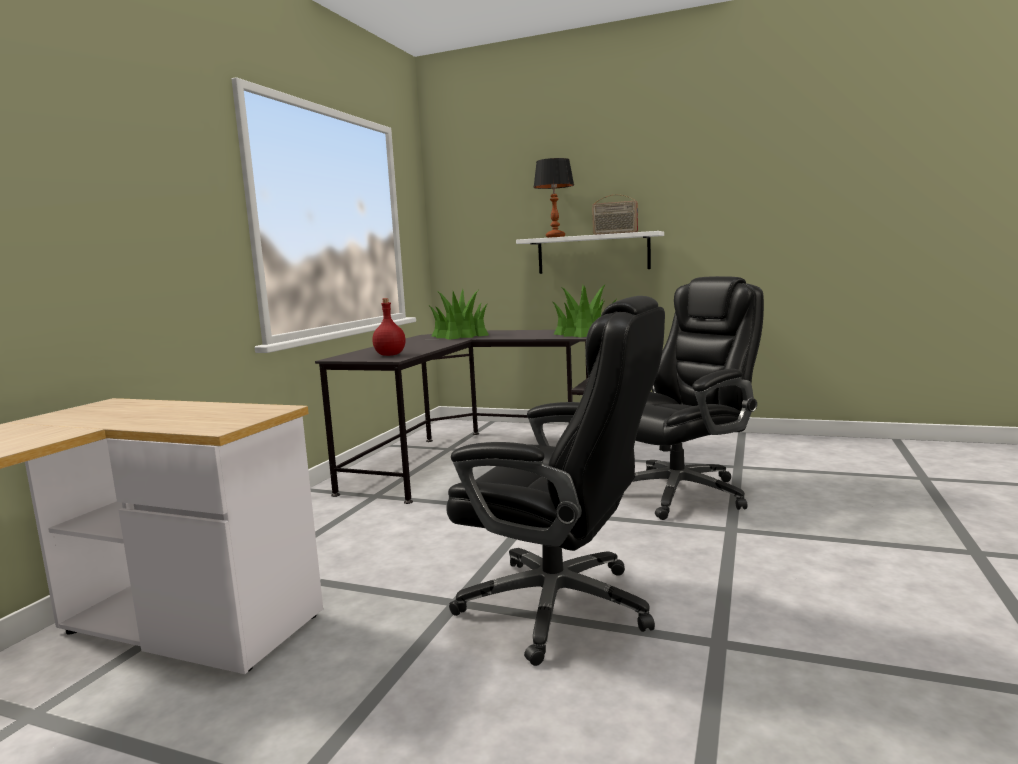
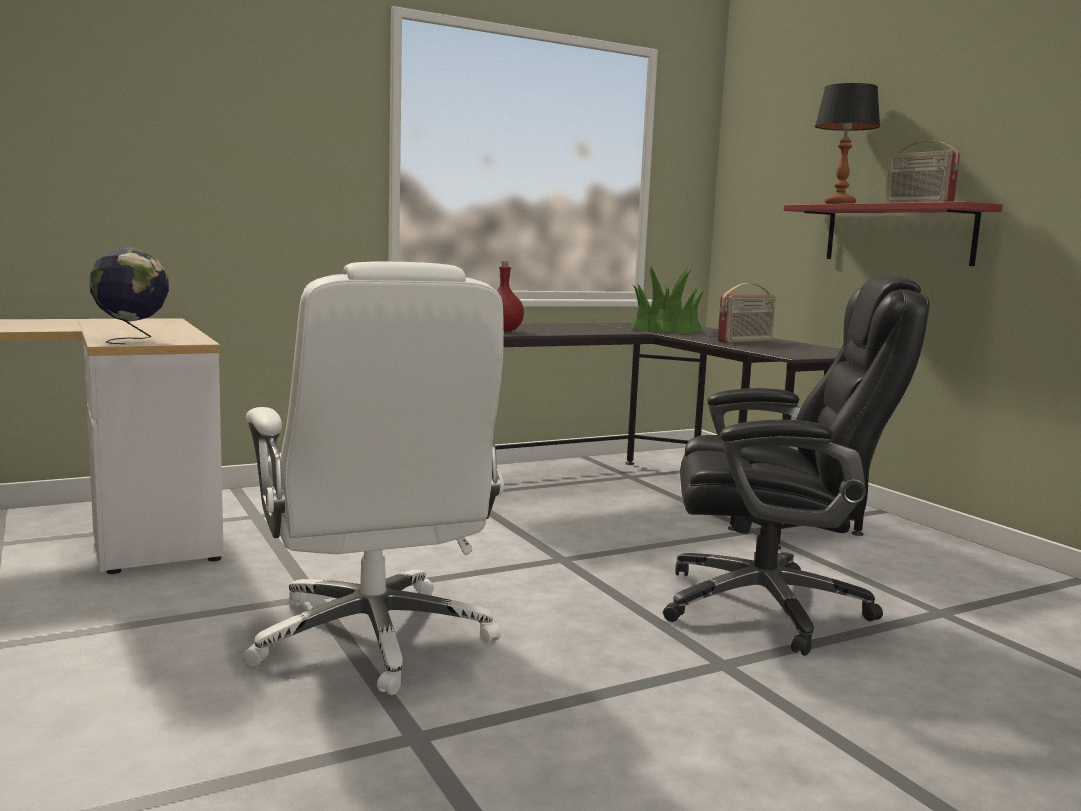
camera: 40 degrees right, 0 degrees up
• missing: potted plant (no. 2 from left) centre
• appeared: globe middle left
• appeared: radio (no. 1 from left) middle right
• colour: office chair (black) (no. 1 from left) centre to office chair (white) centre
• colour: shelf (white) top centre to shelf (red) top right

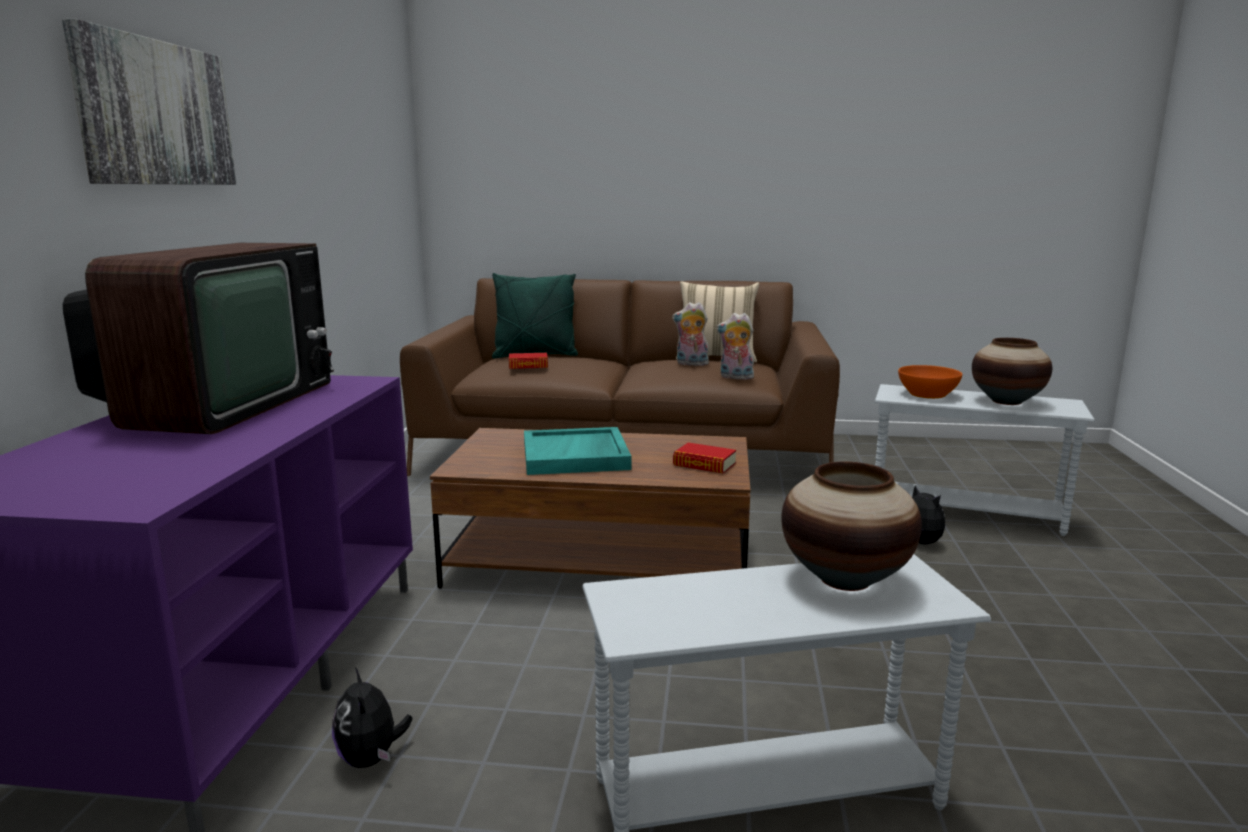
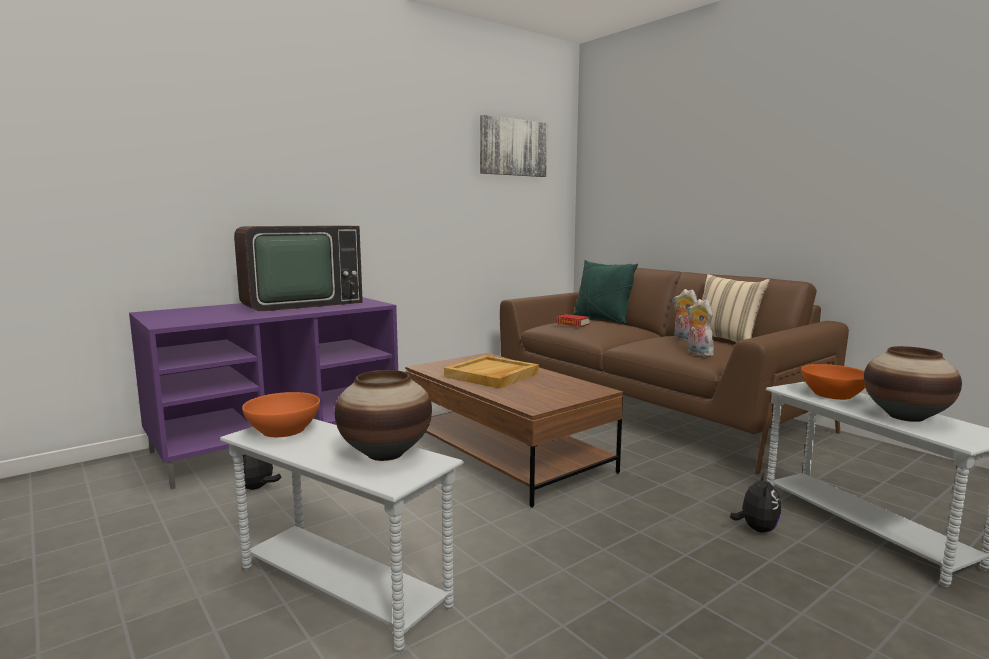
camera: 45 degrees right, 5 degrees down
• missing: book (no. 2 from left) centre
• appeared: bowl (orange) (no. 1 from left) middle left
• relocated: picture top left to top centre
• colour: tray (turquoise) centre to tray (beige) centre

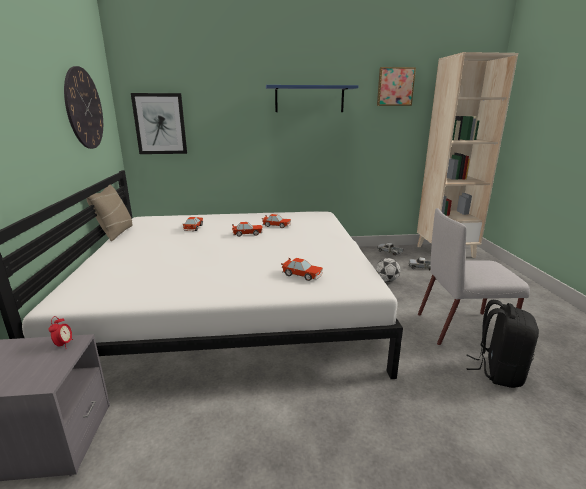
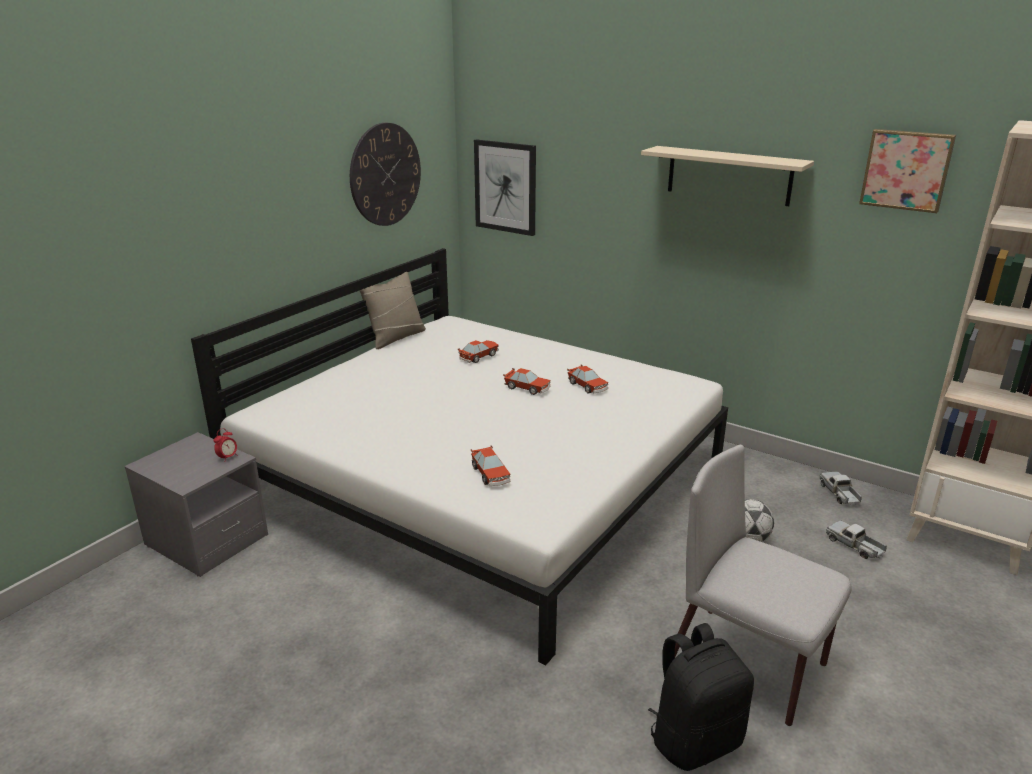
camera: 40 degrees right, 5 degrees up
• colour: shelf (blue) top centre to shelf (beige) top right

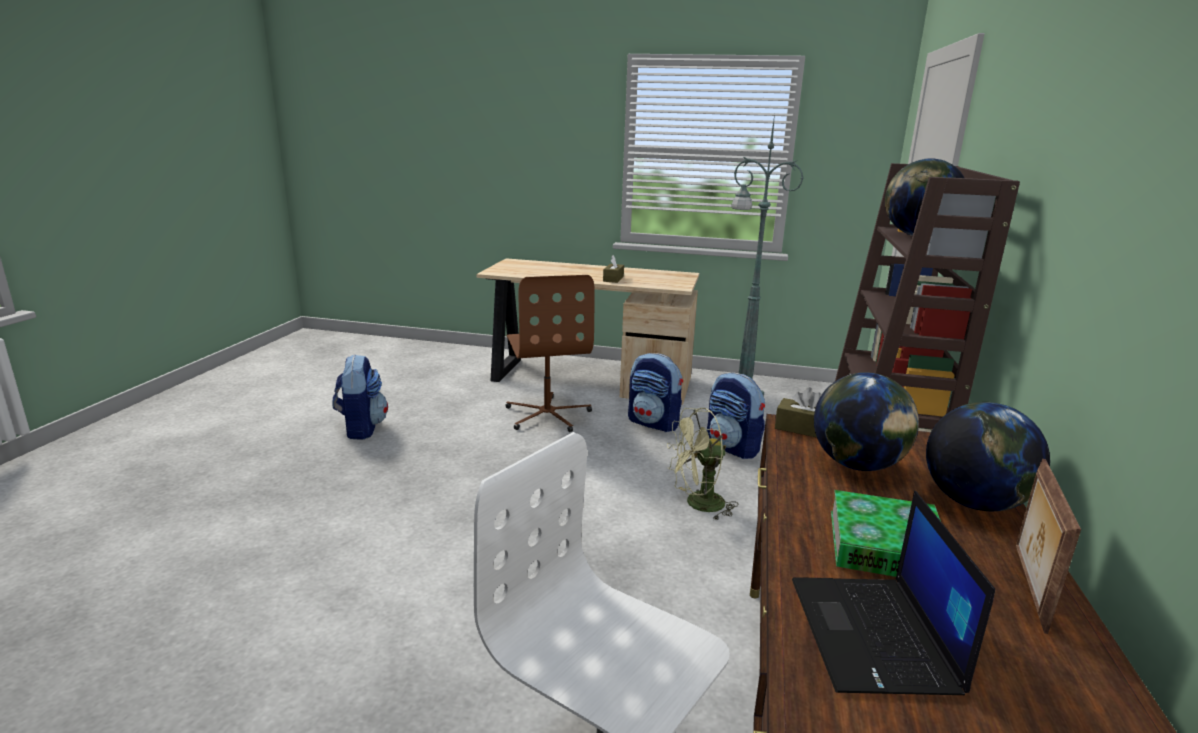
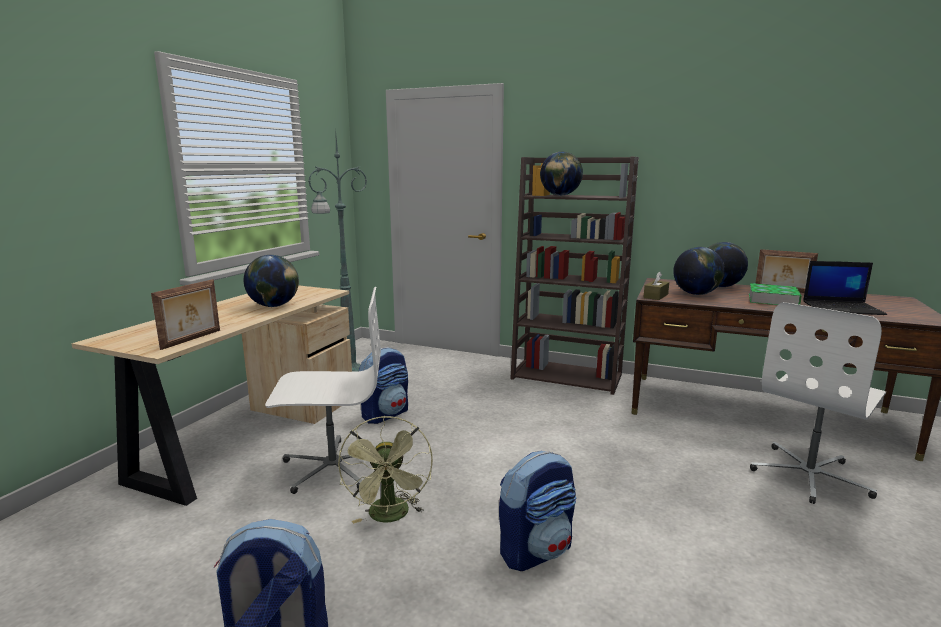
camera: 80 degrees left, 5 degrees down
• appeared: picture frame (no. 1 from left) middle left
• relocated: fan (green) centre to bottom centre
• relocated: backpack (no. 3 from left) centre to bottom centre
• exchanged: tissue box (brown) (no. 1 from left) centre to globe (no. 1 from left) middle left
• colour: office chair (brown) centre to office chair (white) (no. 1 from left) centre

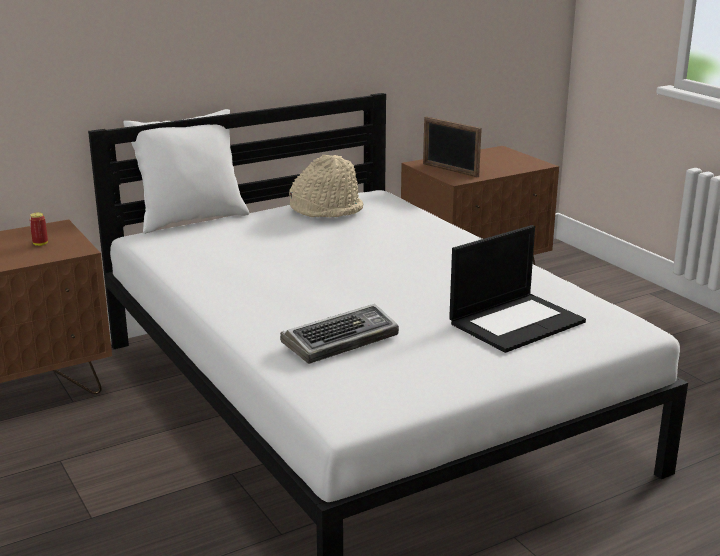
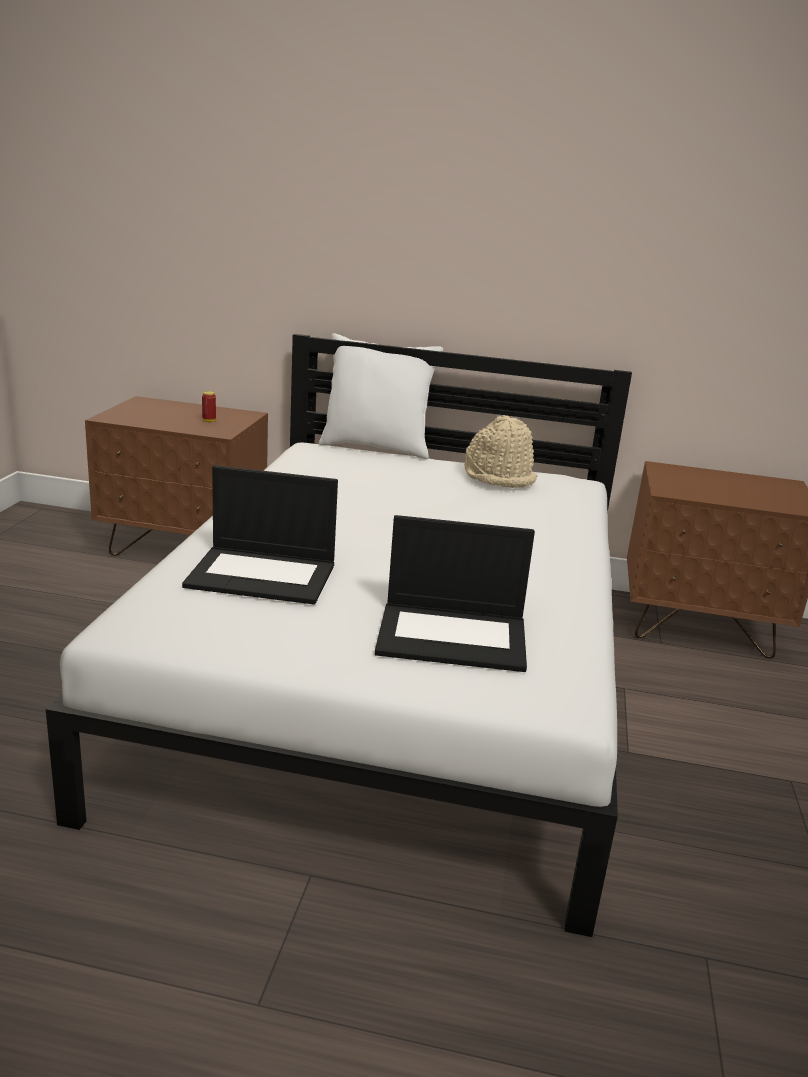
camera: 40 degrees right, 0 degrees up
• missing: picture frame top centre
• exchanged: keyboard centre to laptop (no. 1 from left) middle left

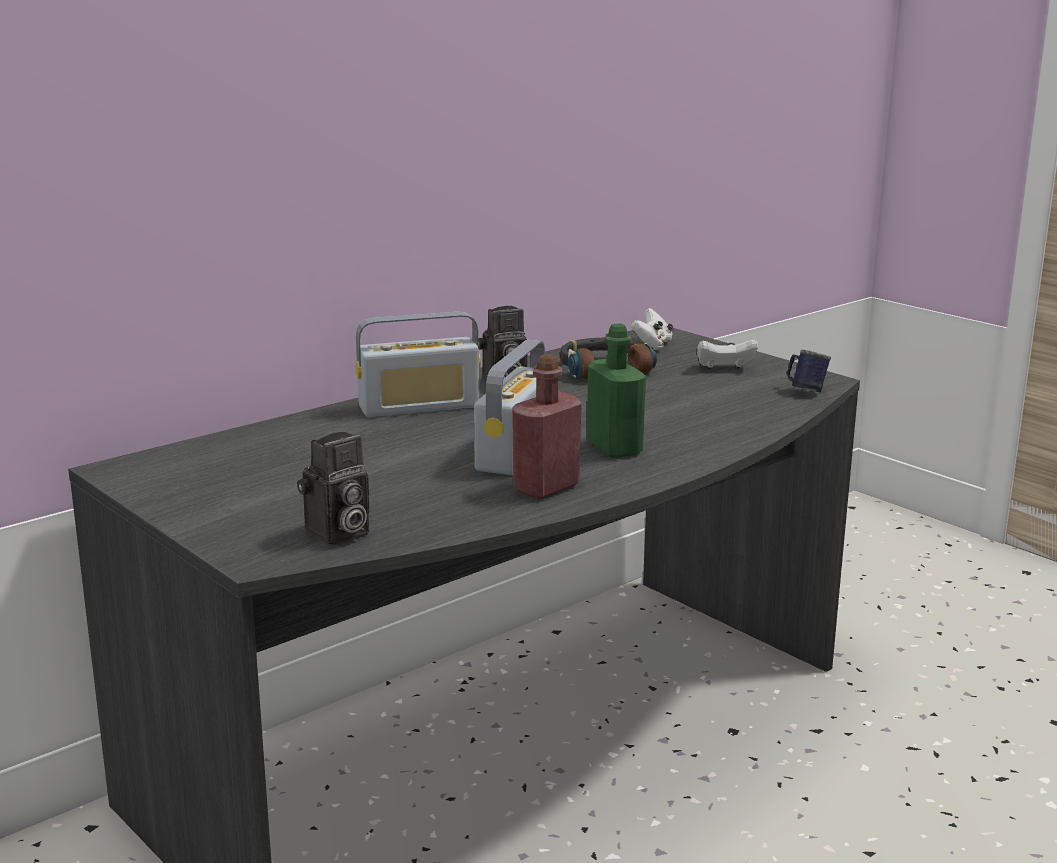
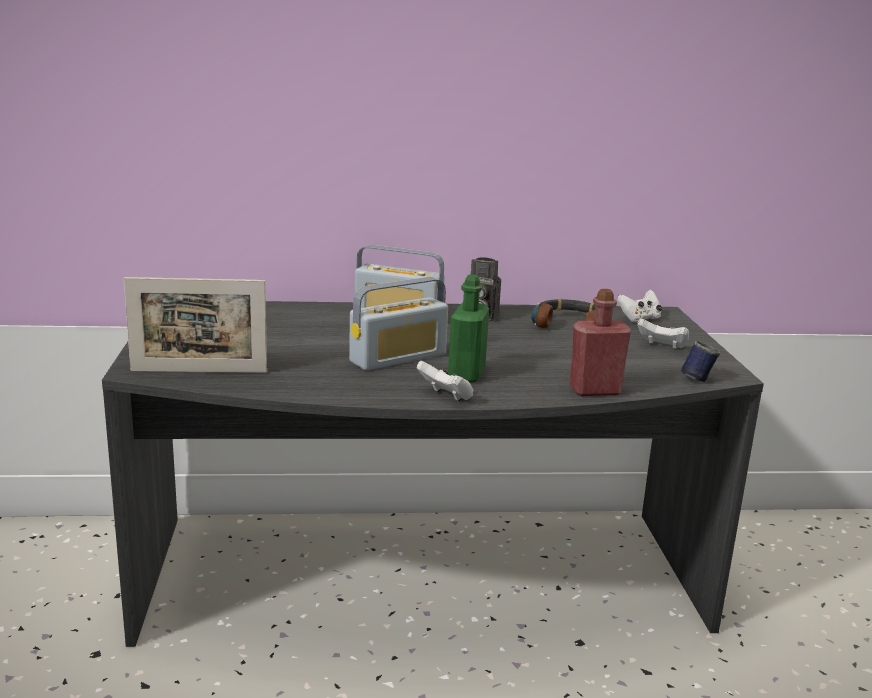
camera: 35 degrees right, 0 degrees up
• appeared: game controller (white) (no. 1 from left) centre
• relocated: bottle (red) centre to middle right
• exchanged: photo camera (no. 1 from left) middle left to picture frame middle left

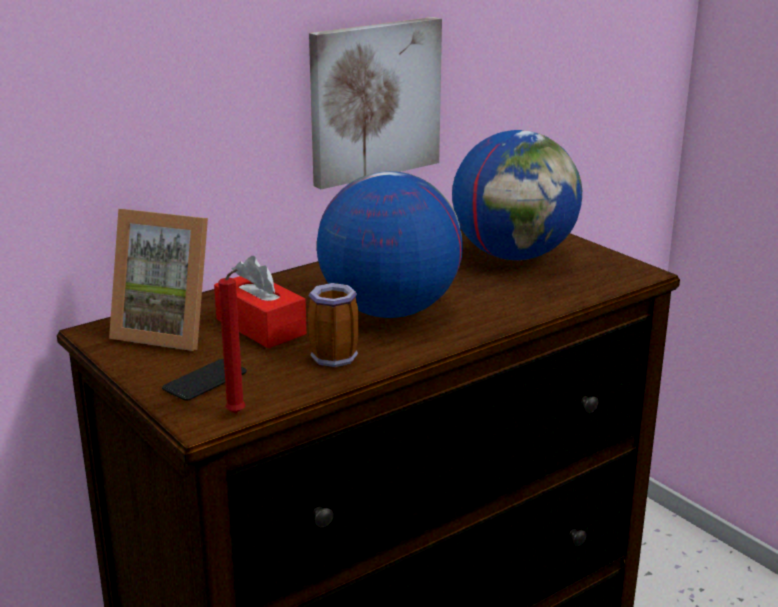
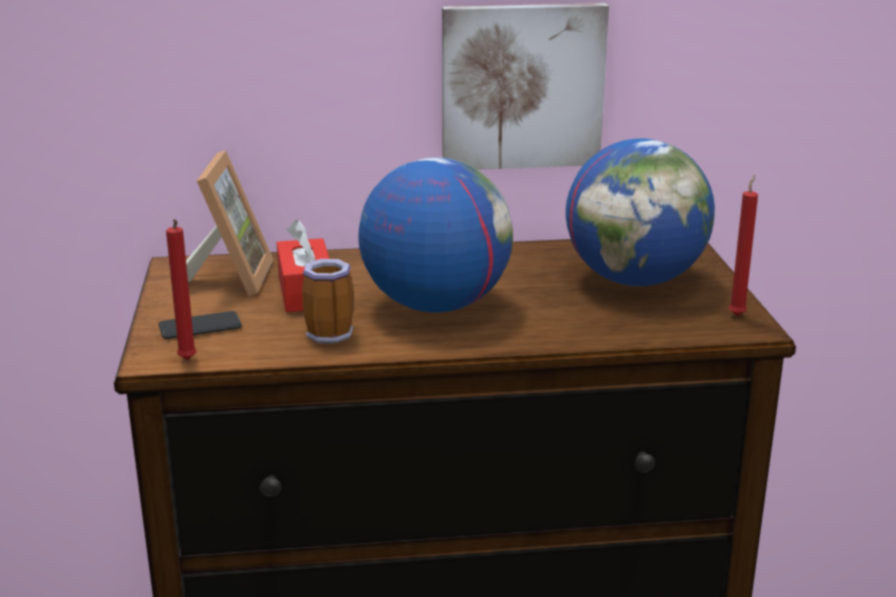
camera: 30 degrees right, 0 degrees up
• appeared: candle (red) (no. 2 from left) middle right
• spun: picture frame middle left = middle left 135 degrees counterclockwise

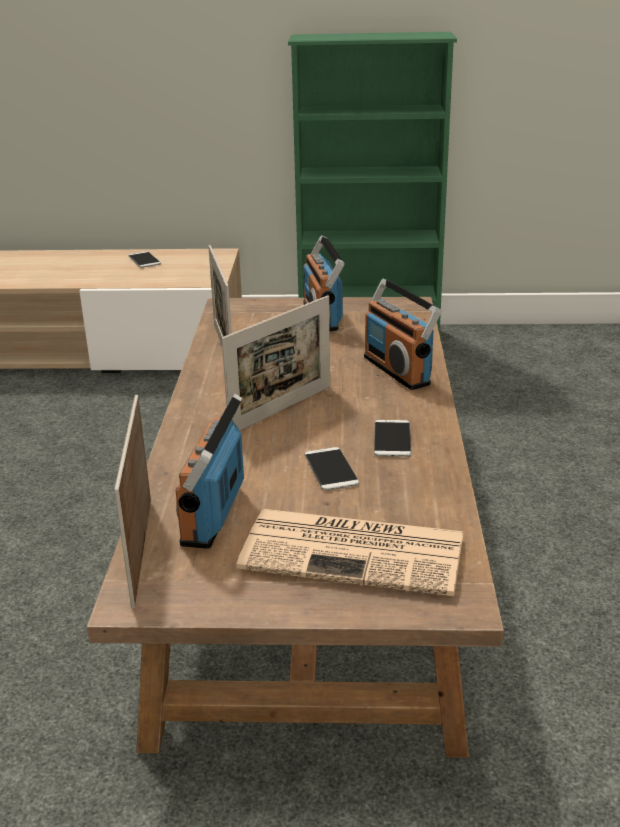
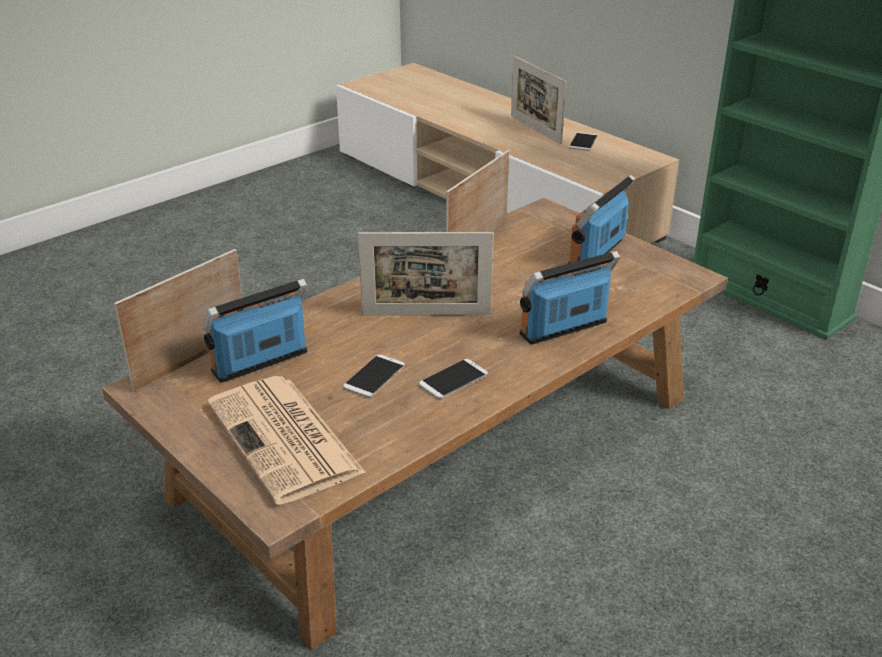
camera: 45 degrees right, 5 degrees up
• appeared: picture frame (no. 4 from left) top centre
• spun: radio (no. 3 from left in the first image) centre = centre 45 degrees clockwise

